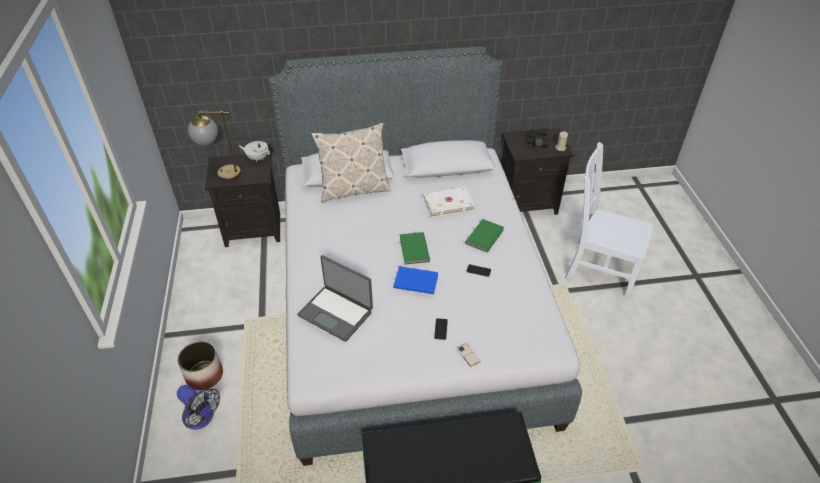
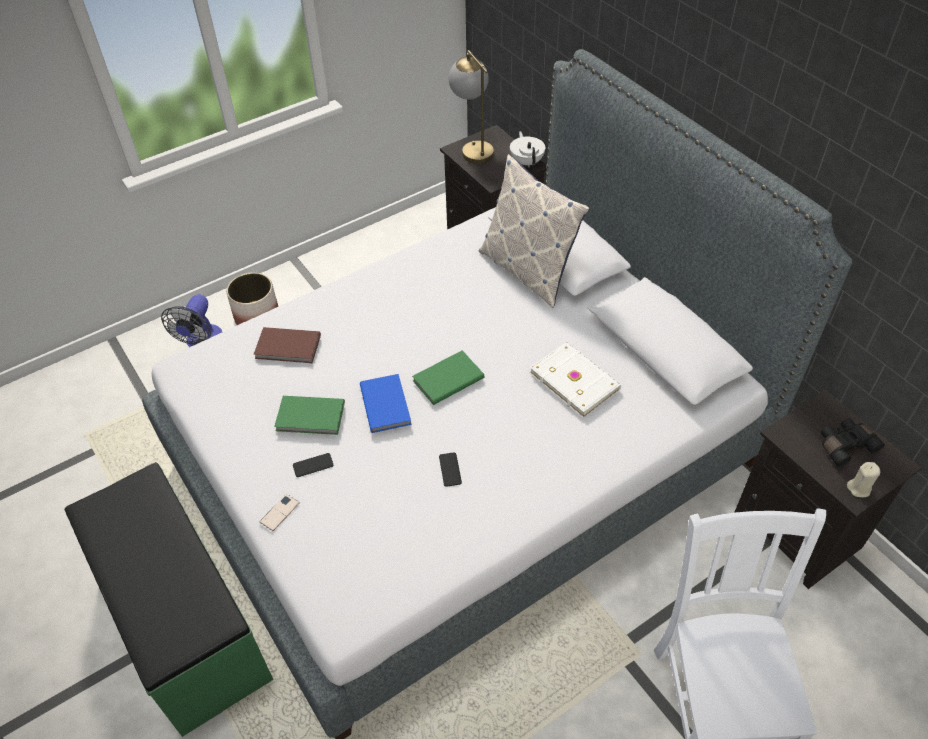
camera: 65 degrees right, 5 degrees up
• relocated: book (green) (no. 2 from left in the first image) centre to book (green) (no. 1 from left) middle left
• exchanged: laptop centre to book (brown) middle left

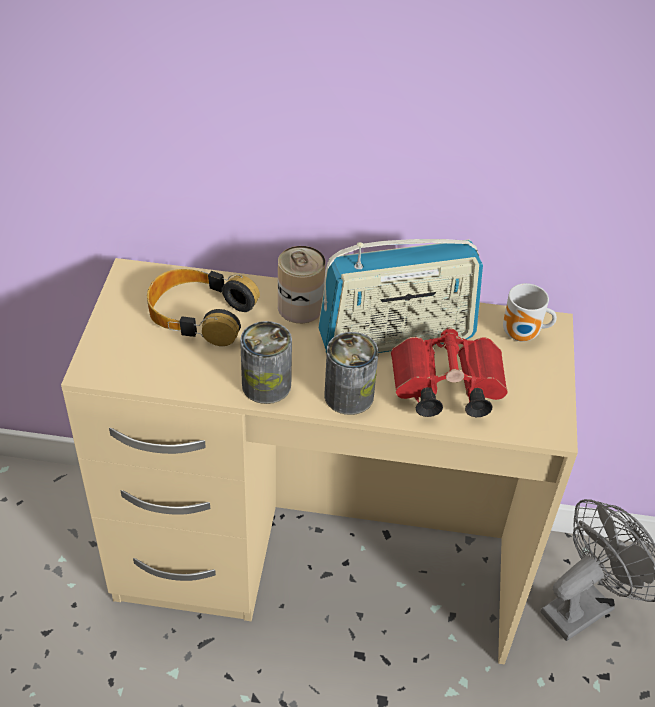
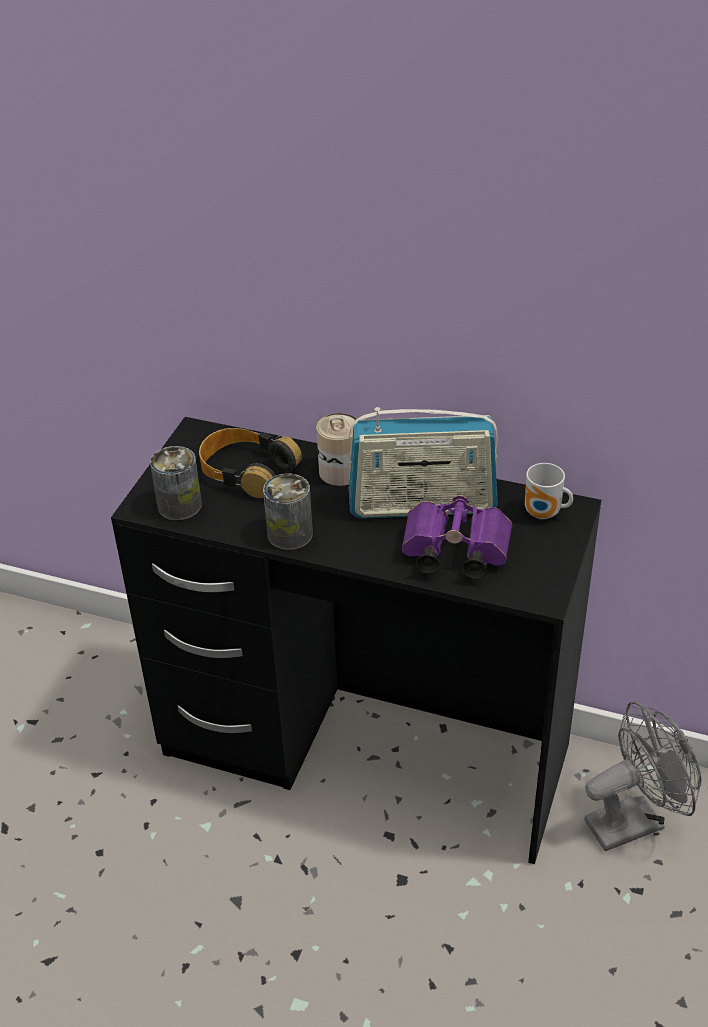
camera: 15 degrees right, 5 degrees down
• relocated: can (no. 3 from left in the first image) centre to can (no. 1 from left) middle left
• colour: desk (beige) centre to desk (black) centre
• colour: binoculars (red) middle right to binoculars (purple) centre

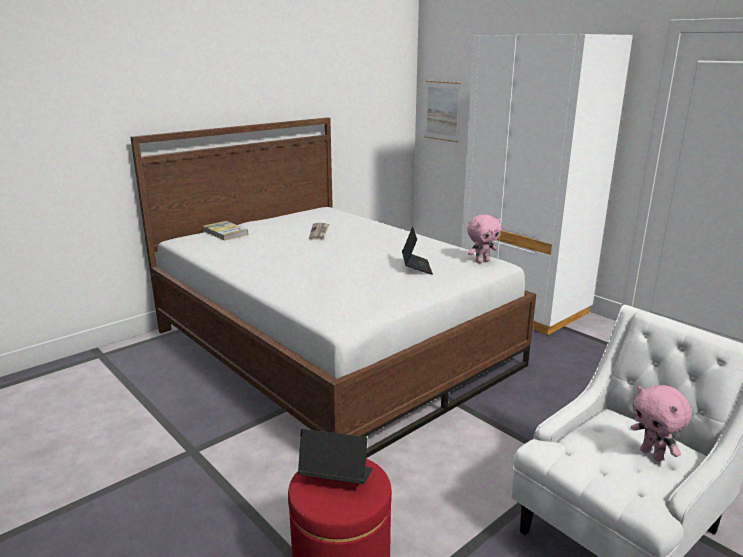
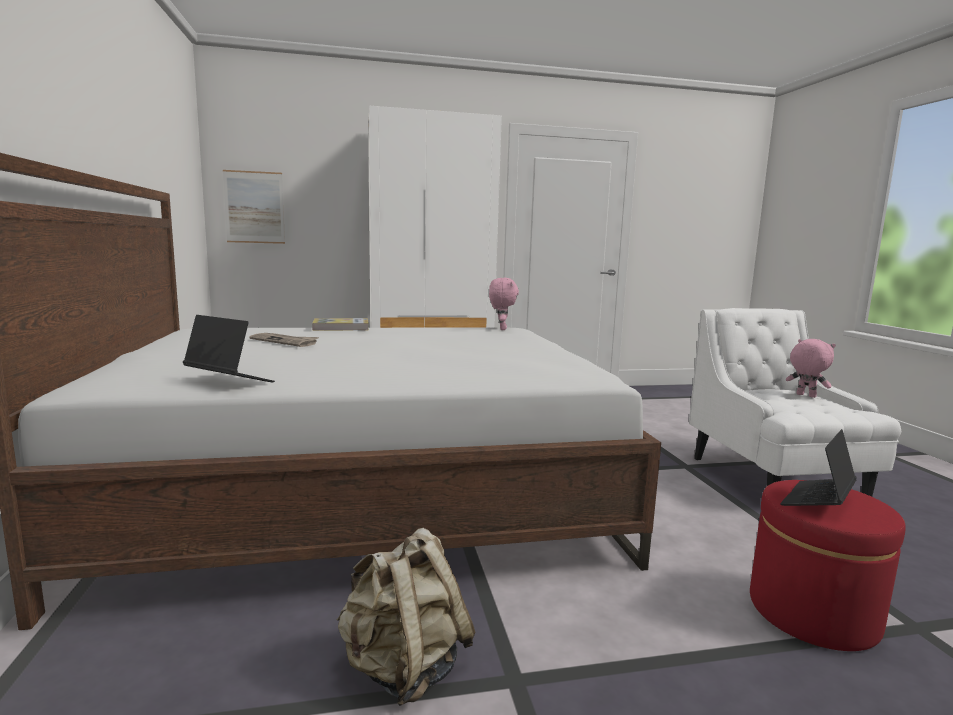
camera: 60 degrees left, 10 degrees down
• appeared: backpack (beige) bottom centre
• relocated: book middle left to centre
• relocated: laptop (no. 2 from left in the first image) centre to laptop (no. 1 from left) middle left
• spun: plush toy (pink) (no. 2 from left) bottom right = middle right 135 degrees counterclockwise

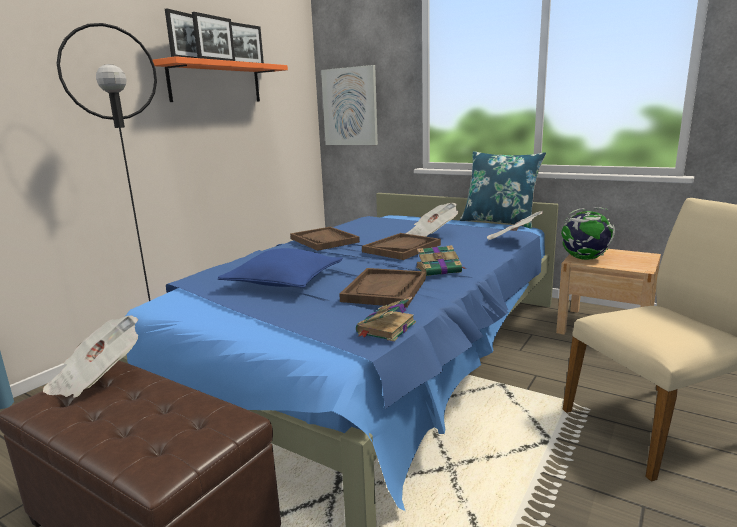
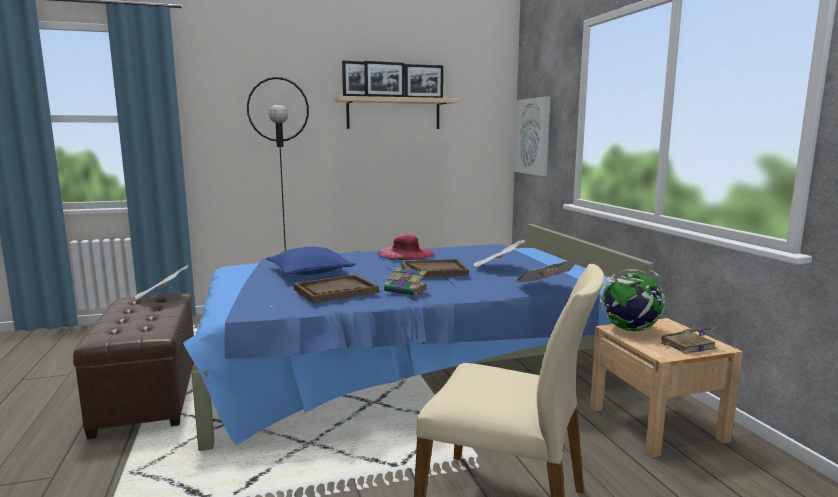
camera: 40 degrees right, 5 degrees down
• missing: pillow (blue) (no. 2 from left) middle right
• relocated: book (no. 1 from left in the first image) centre to book (no. 2 from left) bottom right
• exchanged: tray (brown) (no. 1 from left) centre to hat (pink) centre
• colour: shelf (orange) top left to shelf (beige) top centre

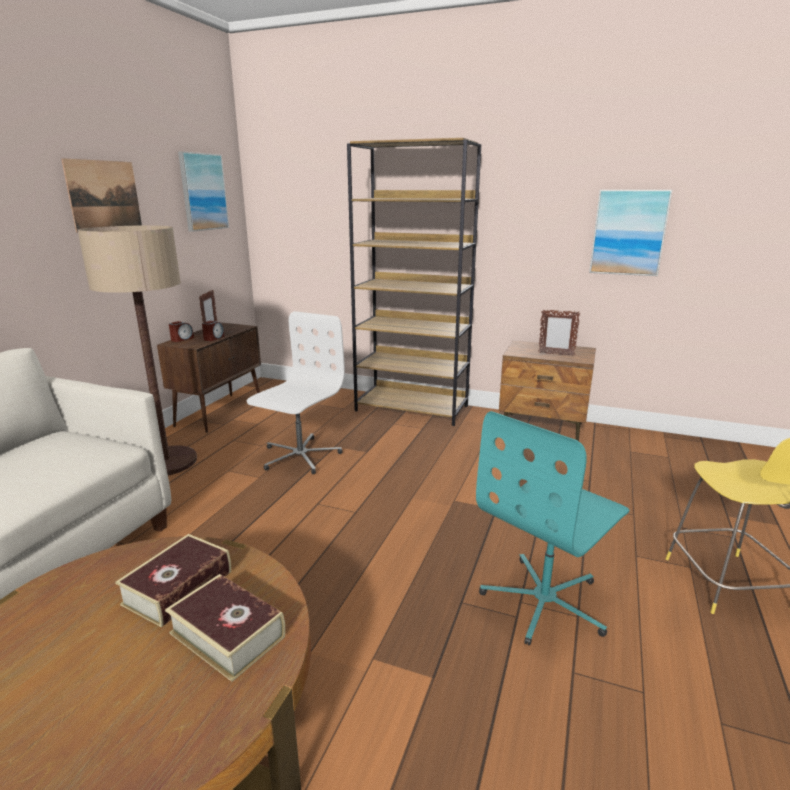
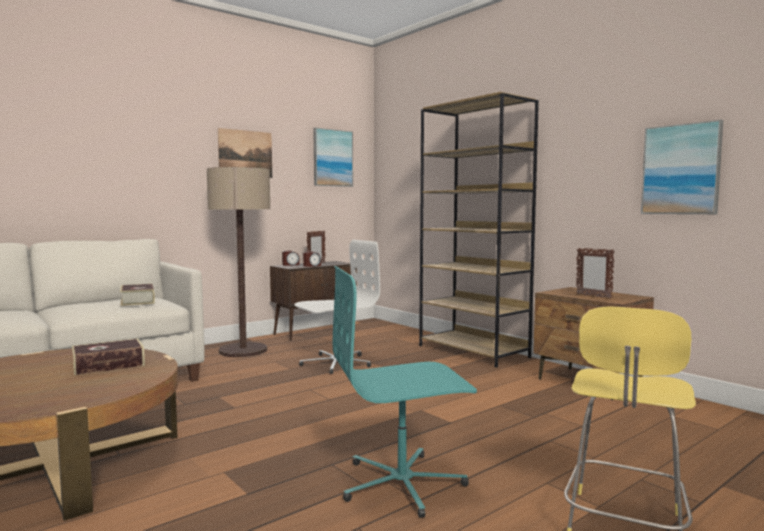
camera: 30 degrees right, 15 degrees down
• relocated: book (no. 2 from left) bottom left to middle left

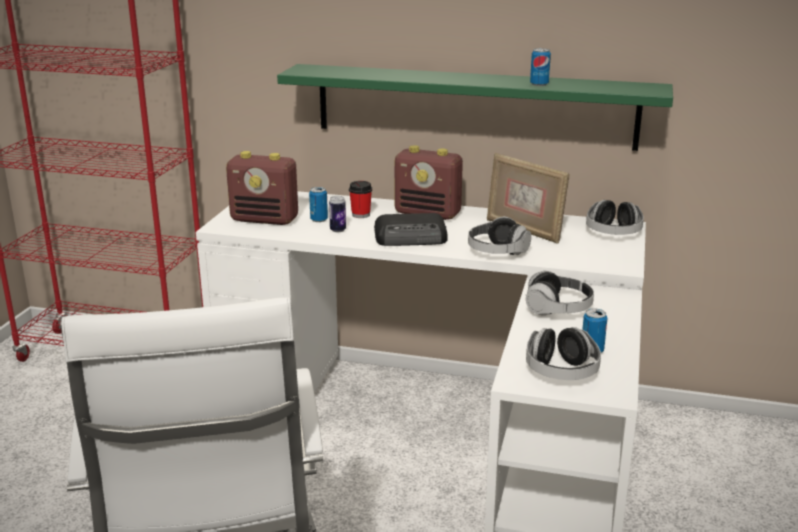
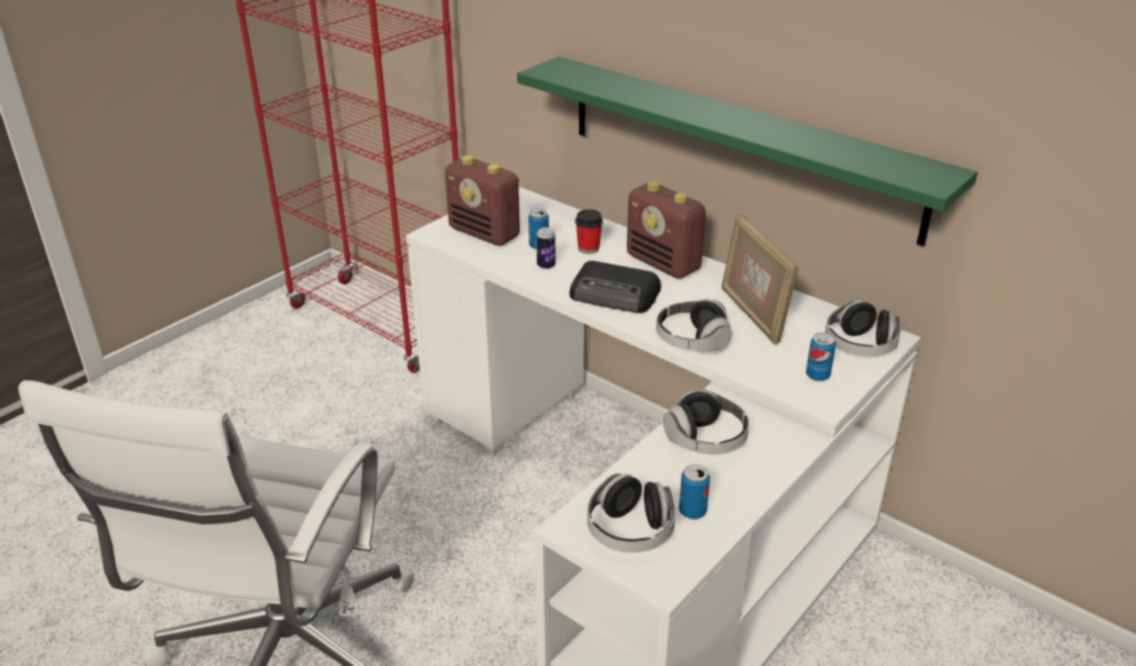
camera: 25 degrees right, 10 degrees up
• relocated: can (no. 3 from left in the first image) top right to can (no. 4 from left) middle right

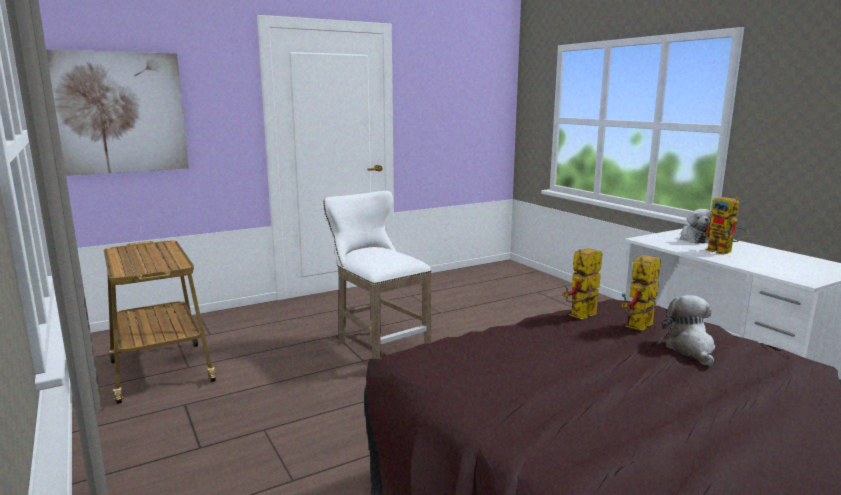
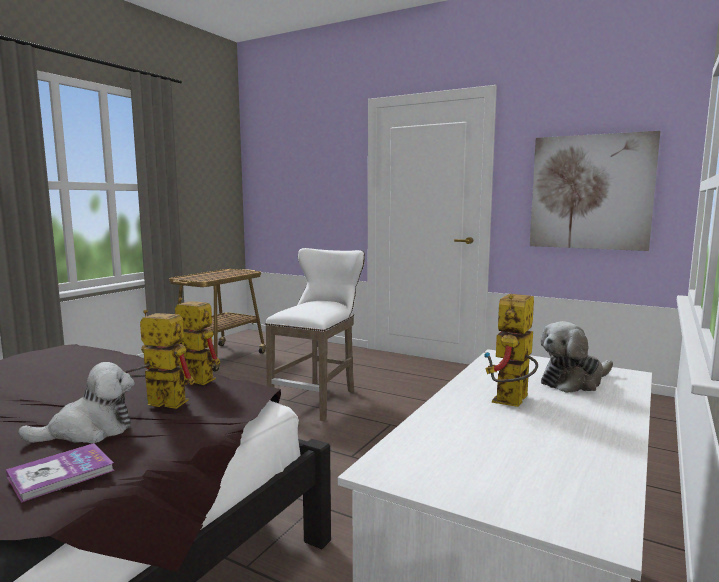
camera: 60 degrees right, 5 degrees down
• appeared: book bottom left
• relocated: picture top left to top right

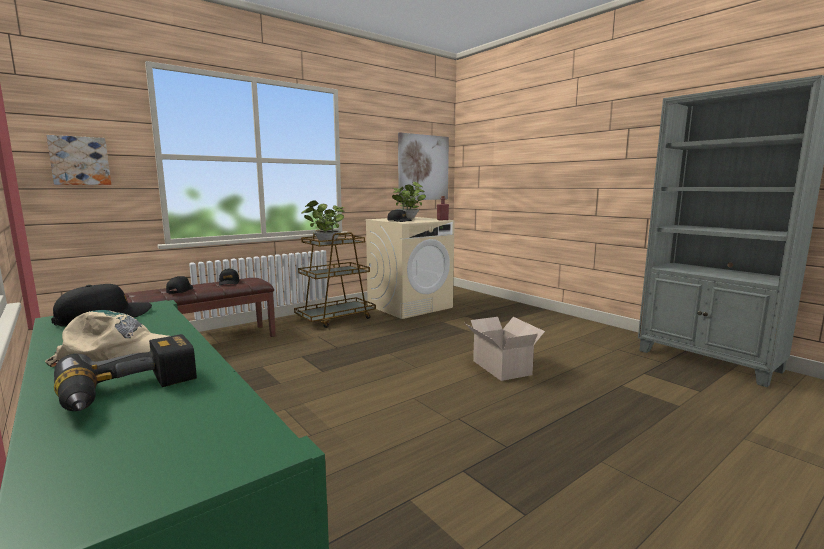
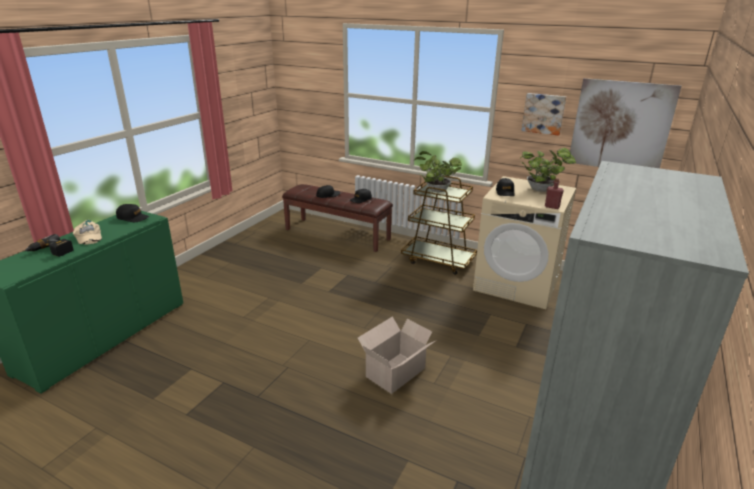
camera: 65 degrees right, 15 degrees up
• relocated: picture (no. 1 from left) top left to top right

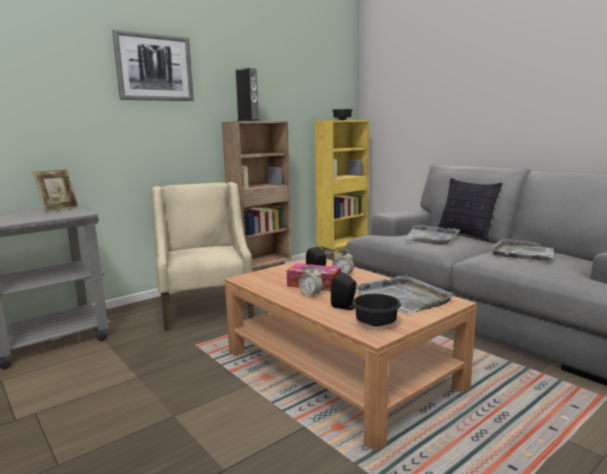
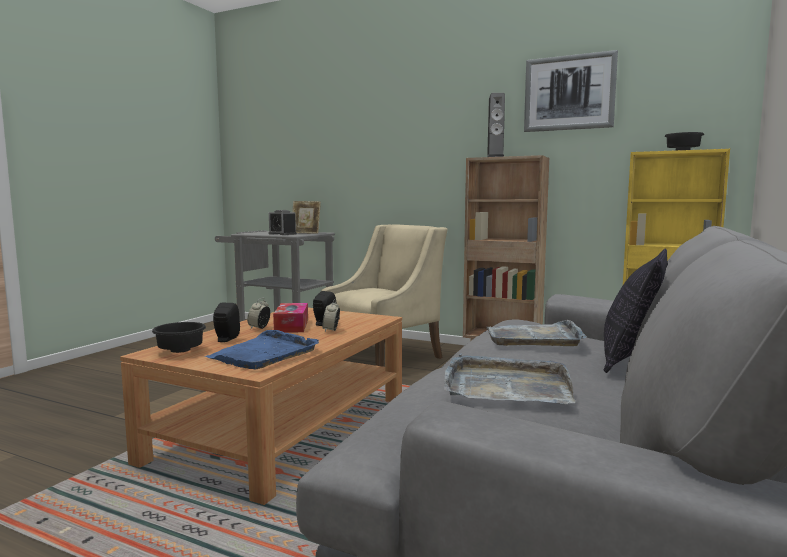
camera: 65 degrees right, 5 degrees down
• appeared: alarm clock (no. 2 from left) centre
• relocated: picture top left to top right
• colour: tray (grey) (no. 1 from left) middle right to tray (blue) middle left

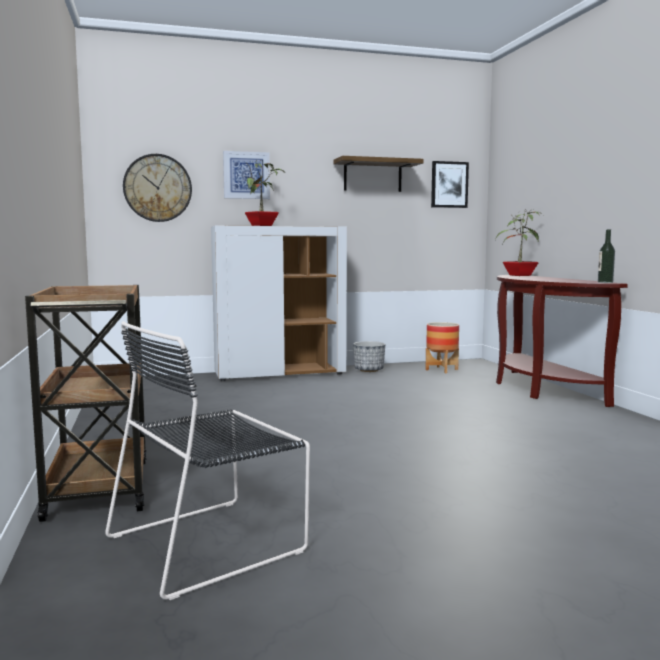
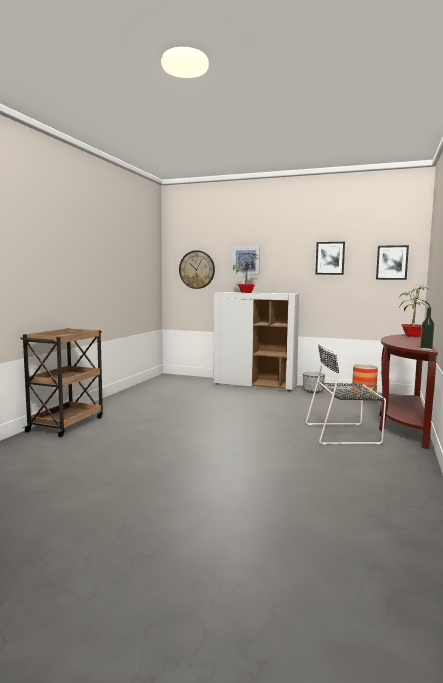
camera: 35 degrees right, 0 degrees up
• relocated: chair (black) bottom left to middle right
• exchanged: shelf top centre to picture (no. 2 from left) middle right

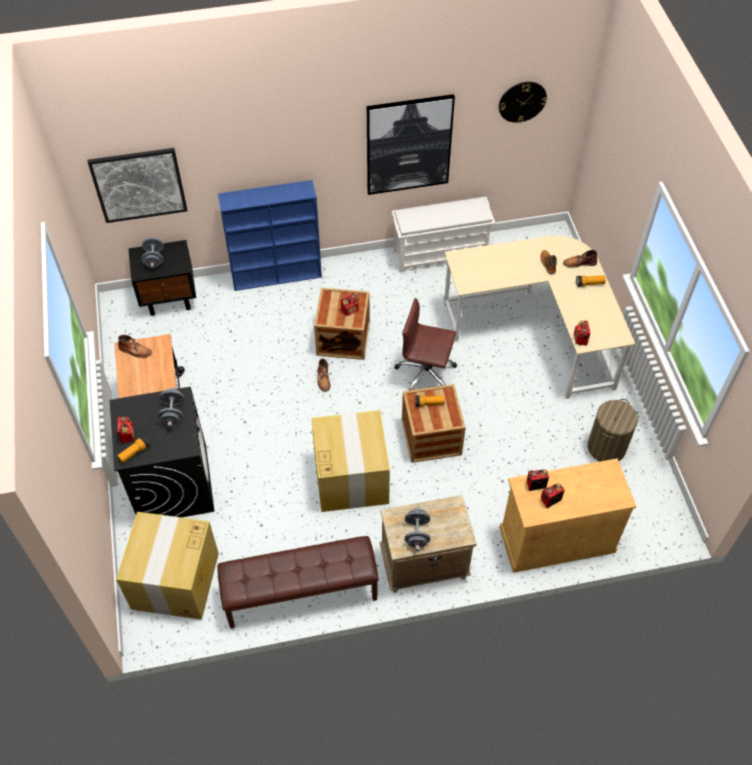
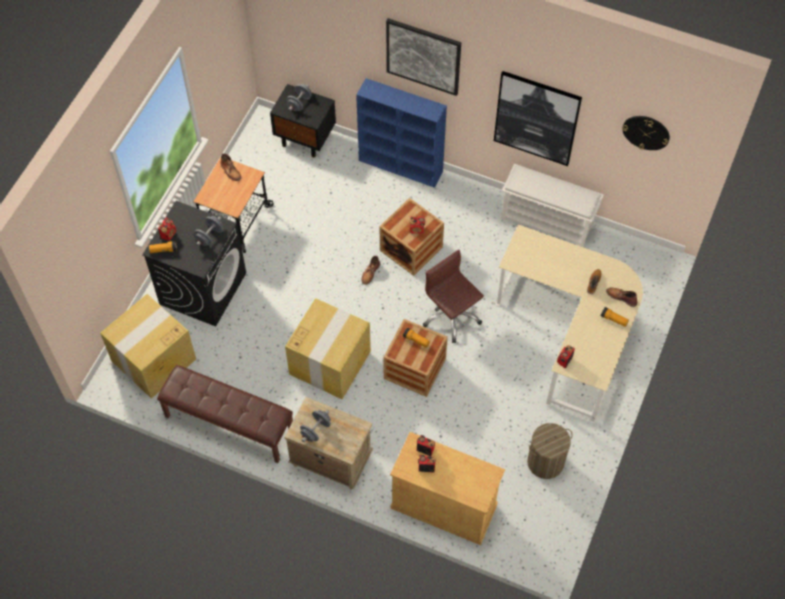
camera: 35 degrees right, 5 degrees up
• relocated: picture (no. 1 from left) top left to top centre

